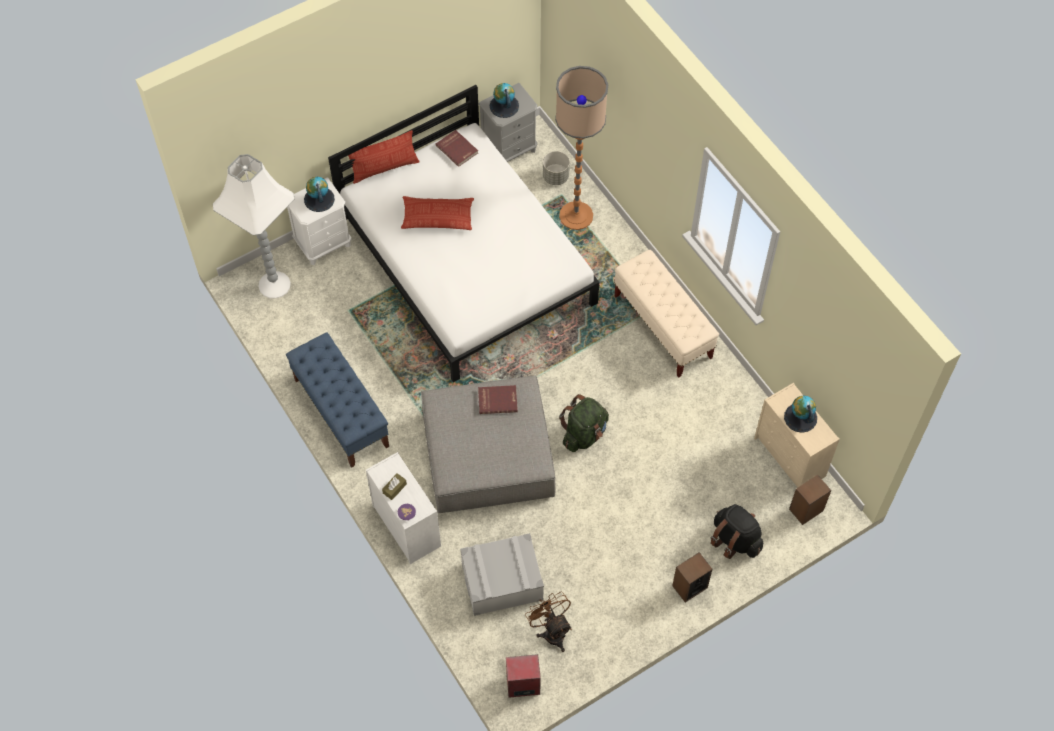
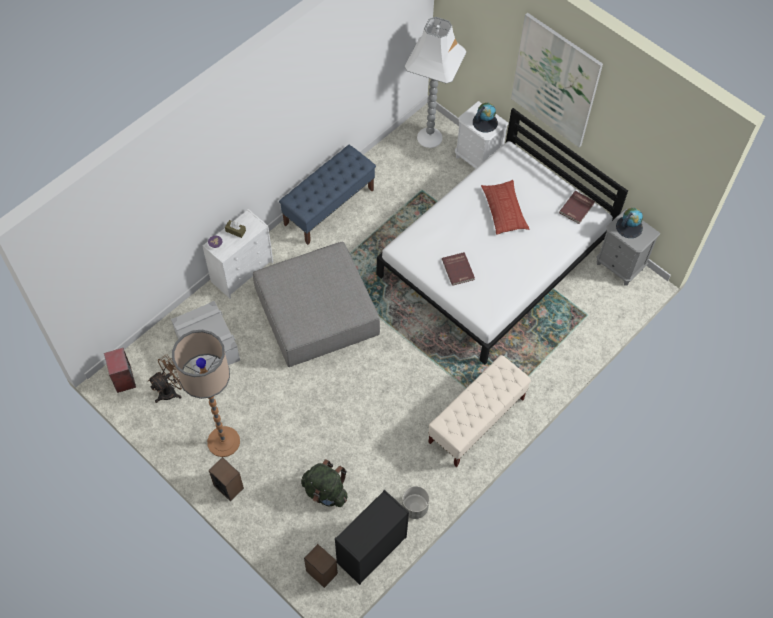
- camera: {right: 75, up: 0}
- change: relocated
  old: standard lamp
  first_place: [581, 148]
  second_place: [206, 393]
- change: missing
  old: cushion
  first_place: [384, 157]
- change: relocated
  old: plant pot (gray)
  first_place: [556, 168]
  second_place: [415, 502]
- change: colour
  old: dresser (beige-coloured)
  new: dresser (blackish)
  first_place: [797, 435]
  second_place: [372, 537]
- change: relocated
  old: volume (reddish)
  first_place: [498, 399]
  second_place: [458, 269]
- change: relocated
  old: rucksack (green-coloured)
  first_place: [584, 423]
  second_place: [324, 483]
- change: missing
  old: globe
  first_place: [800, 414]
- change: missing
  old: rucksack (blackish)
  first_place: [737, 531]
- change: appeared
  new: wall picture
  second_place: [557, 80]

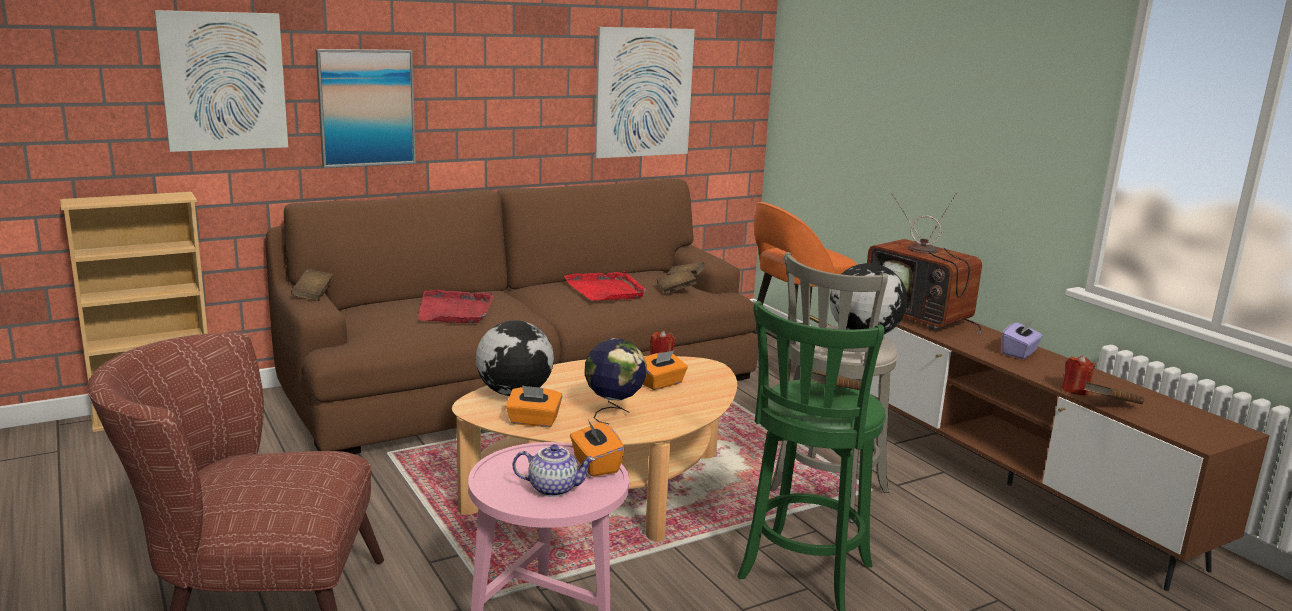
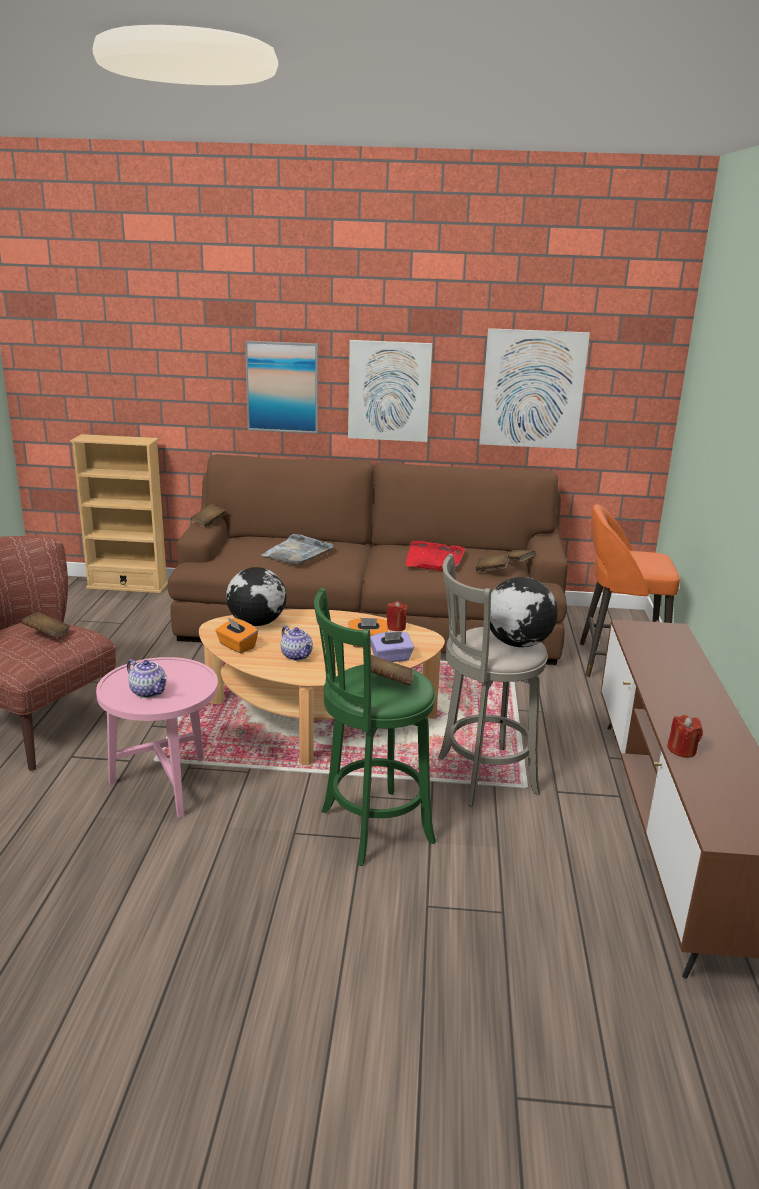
- camera: {right: 35, up: 5}
- change: relocated
  old: wall picture
  first_place: [221, 81]
  second_place: [390, 391]
- change: missing
  old: TV
  first_place: [924, 263]
- change: colour
  old: carrying tray (reddish)
  new: carrying tray (gray)
  first_place: [456, 306]
  second_place: [297, 549]
- change: relocated
  old: box of tissues (purple-coloured)
  first_place: [1022, 339]
  second_place: [392, 646]
- change: exchanged
  old: globe
  new: tea pot
  first_place: [615, 381]
  second_place: [297, 643]
- change: relocated
  old: volume (brown)
  first_place: [1113, 392]
  second_place: [46, 625]
- change: missing
  old: box of tissues (orange-coloured)
  first_place: [597, 448]

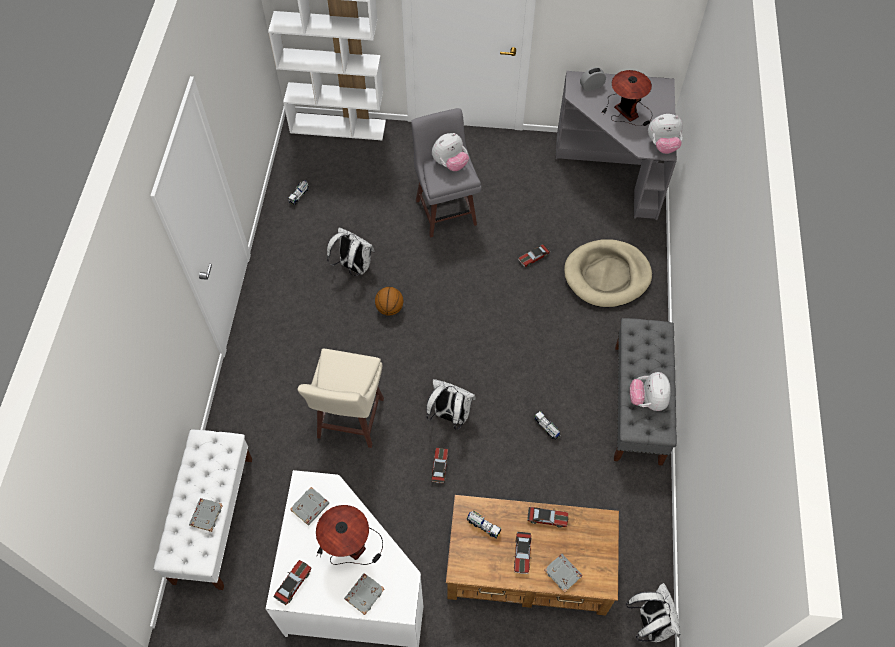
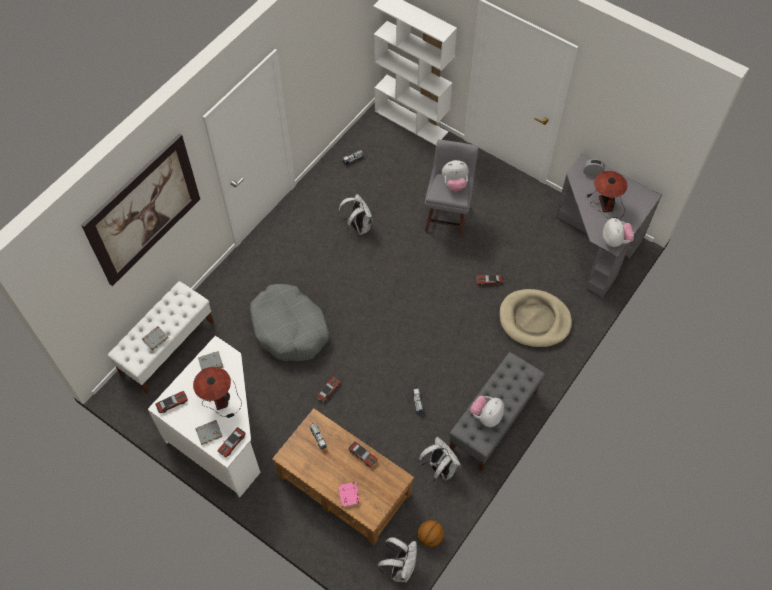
- camera: {right: 30, up: 0}
- change: spun
  old: soft toy
  first_place: [665, 134]
  second_place: [618, 232]
  degrees: -120
- change: relocated
  old: basketball
  first_place: [389, 301]
  second_place: [431, 533]
- change: exchanged
  old: sitting stool (beige-coloured)
  new: dog cushion (gray)
  first_place: [341, 398]
  second_place: [290, 322]
- change: relocated
  old: rucksack (white-coloured)
  first_place: [451, 404]
  second_place: [439, 460]
- change: relocated
  old: miniature car
  first_place: [522, 553]
  second_place: [231, 442]
- change: colour
  old: volume (gray)
  new: volume (pinkish)
  first_place: [563, 573]
  second_place: [349, 495]
- change: appeared
  new: wall picture
  second_place: [140, 209]

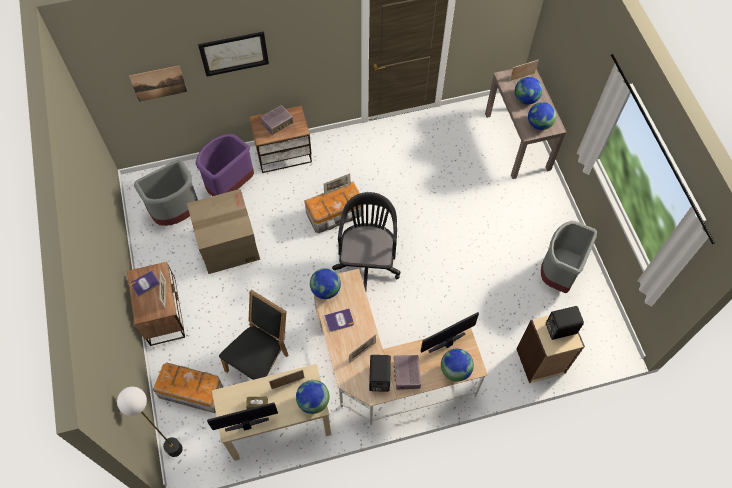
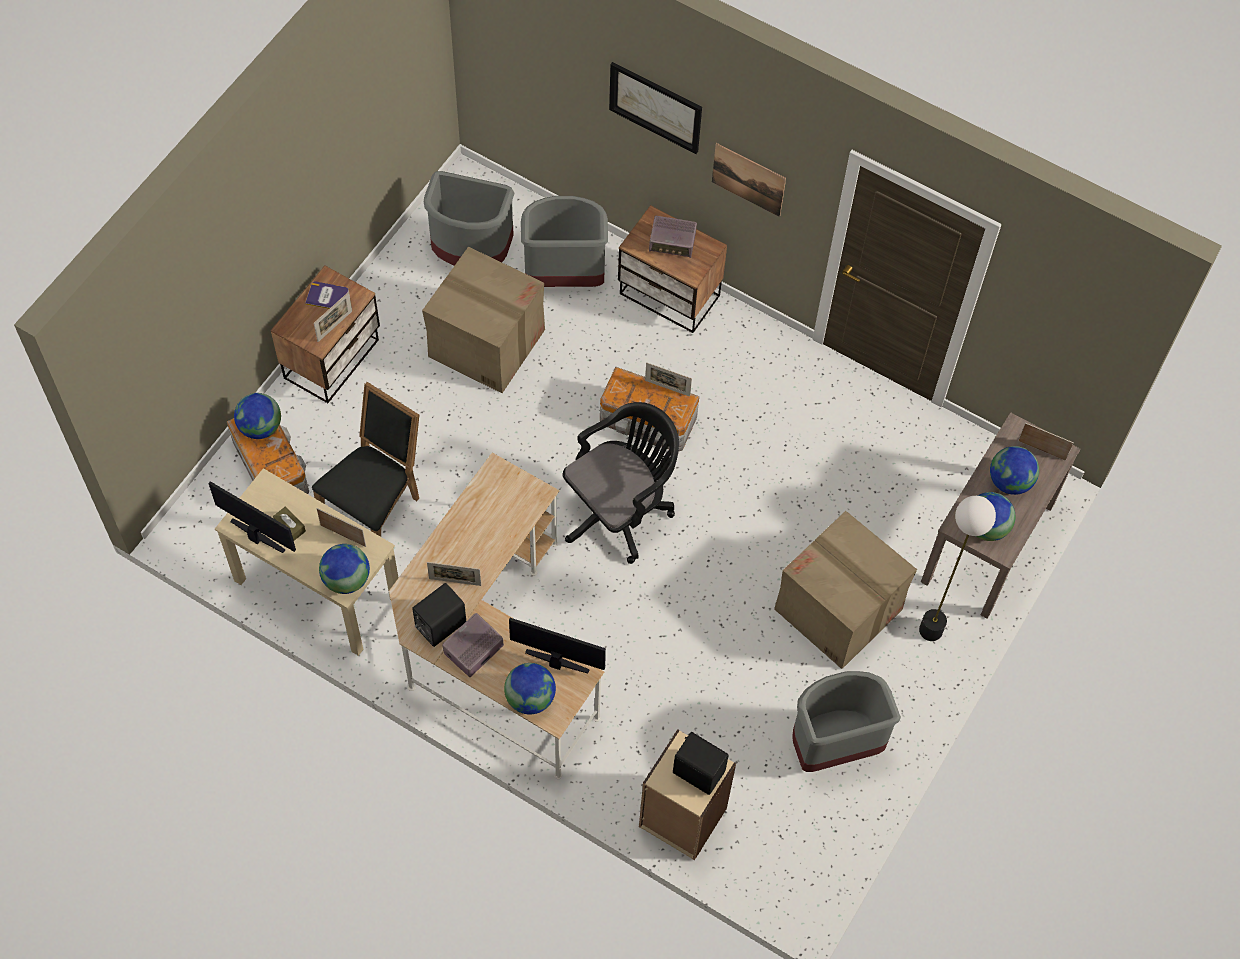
- camera: {right: 45, up: 0}
- change: relocated
  old: wall picture
  first_place: [158, 84]
  second_place: [749, 180]
- change: colour
  old: waste bin (purple-coloured)
  new: waste bin (gray)
  first_place: [225, 165]
  second_place: [564, 241]
- change: relocated
  old: globe
  first_place: [325, 283]
  second_place: [257, 416]
- change: spun
  old: plain chair (blackish)
  first_place: [253, 335]
  second_place: [365, 459]
  degrees: -45
- change: missing
  old: volume
  first_place: [339, 320]
- change: relocated
  old: standard lamp
  first_place: [150, 422]
  second_place: [957, 568]
- change: appeared
  new: cardboard box
  second_place: [845, 590]

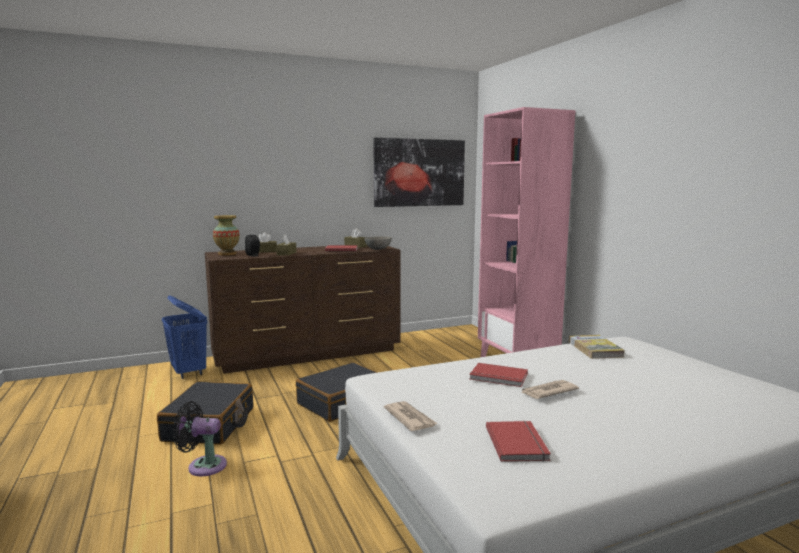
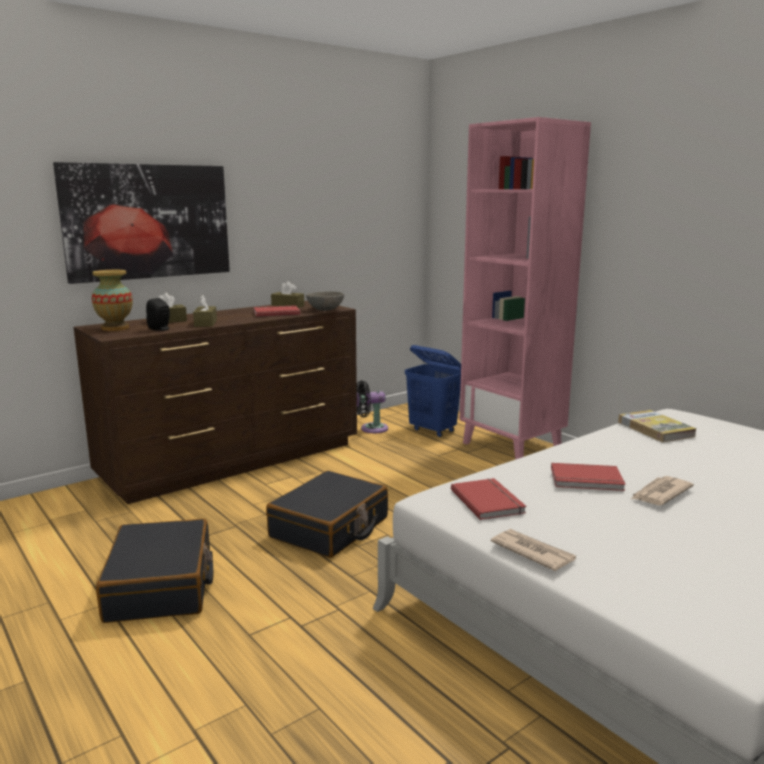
- camera: {right: -15, up: 5}
- change: relocated
  old: wall picture
  first_place: [419, 172]
  second_place: [141, 223]
- change: relocated
  old: hamper (bluish)
  first_place: [184, 337]
  second_place: [433, 391]
- change: relocated
  old: electric fan (blackish)
  first_place: [200, 438]
  second_place: [372, 407]
- change: relocated
  old: volume (reddish)
  first_place: [518, 441]
  second_place: [488, 499]

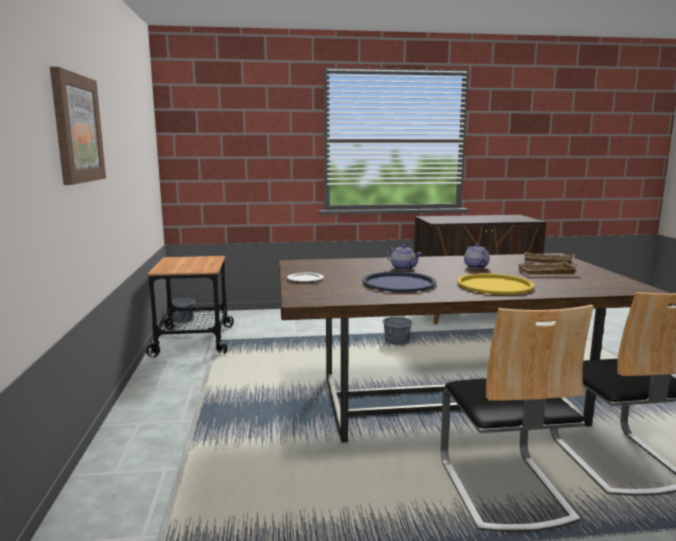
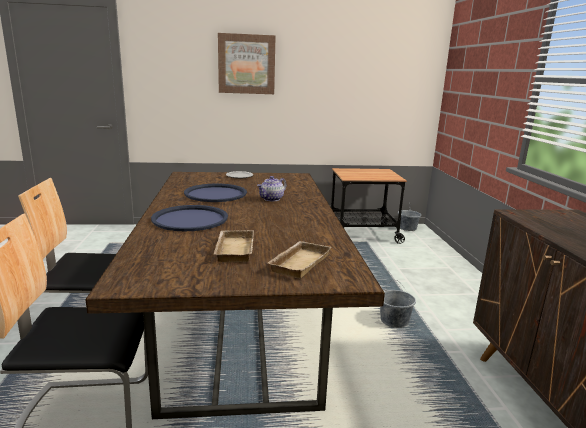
- camera: {right: 90, up: 5}
- change: missing
  old: tea pot
  first_place: [477, 256]
- change: colour
  old: carrying tray (yellow)
  new: carrying tray (bluish)
  first_place: [496, 284]
  second_place: [189, 218]

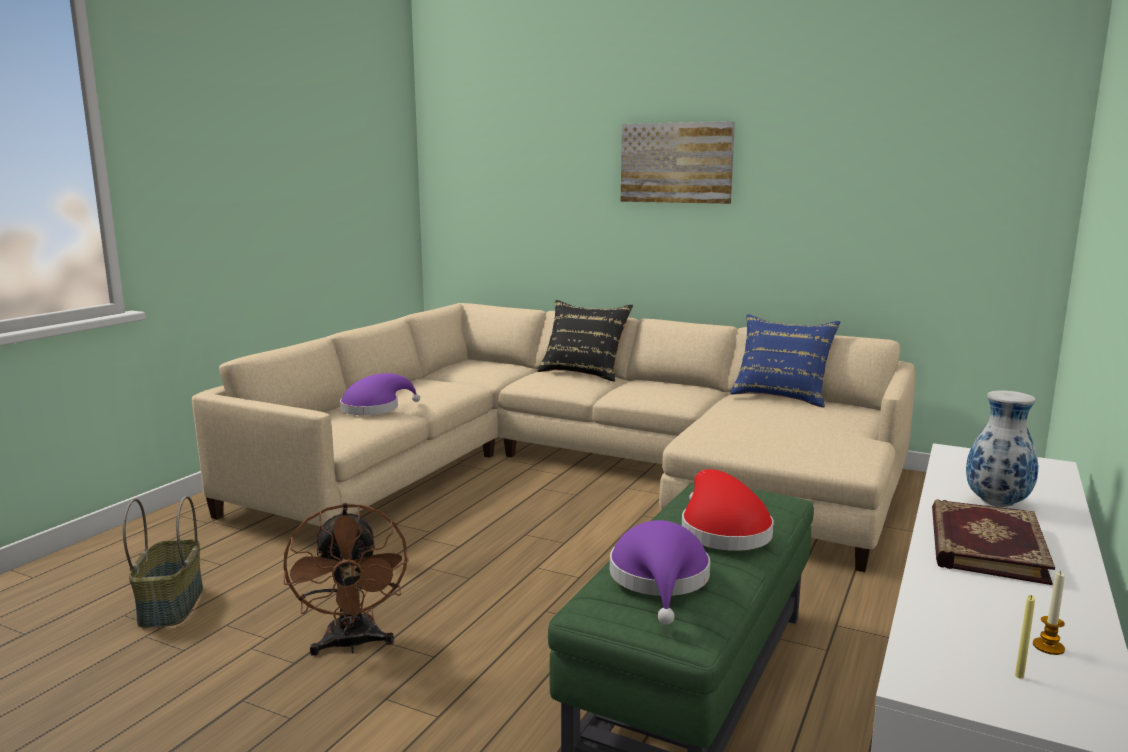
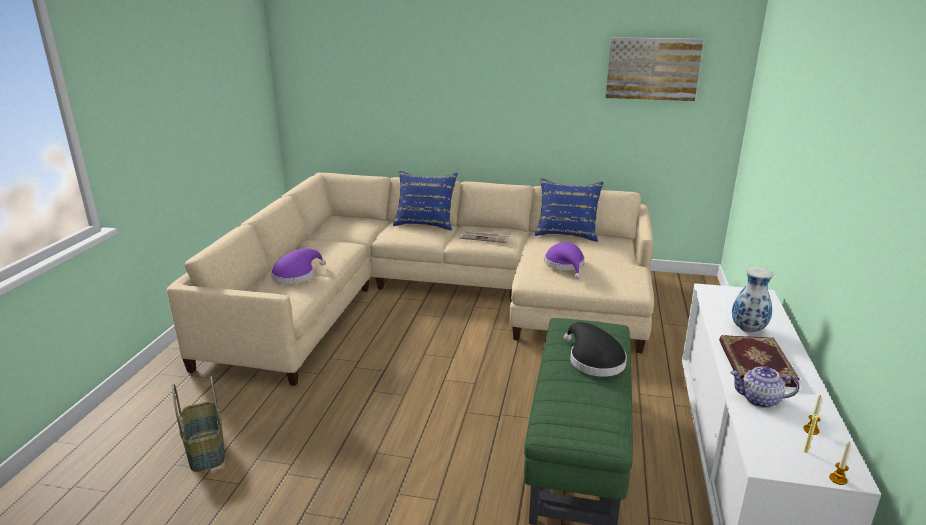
- camera: {right: -15, up: 10}
- change: relocated
  old: wall picture
  first_place: [678, 162]
  second_place: [655, 69]
- change: colour
  old: cushion (blackish)
  new: cushion (bluish)
  first_place: [585, 341]
  second_place: [425, 200]
- change: colour
  old: wearable hat (reddish)
  new: wearable hat (blackish)
  first_place: [728, 510]
  second_place: [595, 349]
- change: missing
  old: electric fan (brown)
  first_place: [346, 579]
- change: relocated
  old: wearable hat (purple-coloured)
  first_place: [660, 572]
  second_place: [564, 260]
- change: appeared
  new: daily paper
  second_place: [485, 237]
- change: appeared
  new: tea pot
  second_place: [765, 387]
- change: appeared
  new: candle
  second_place: [840, 463]

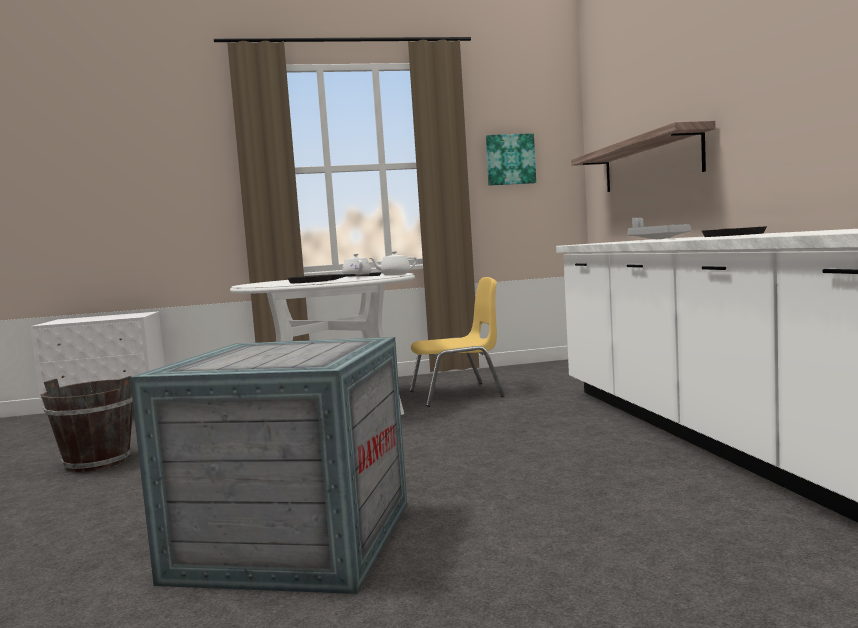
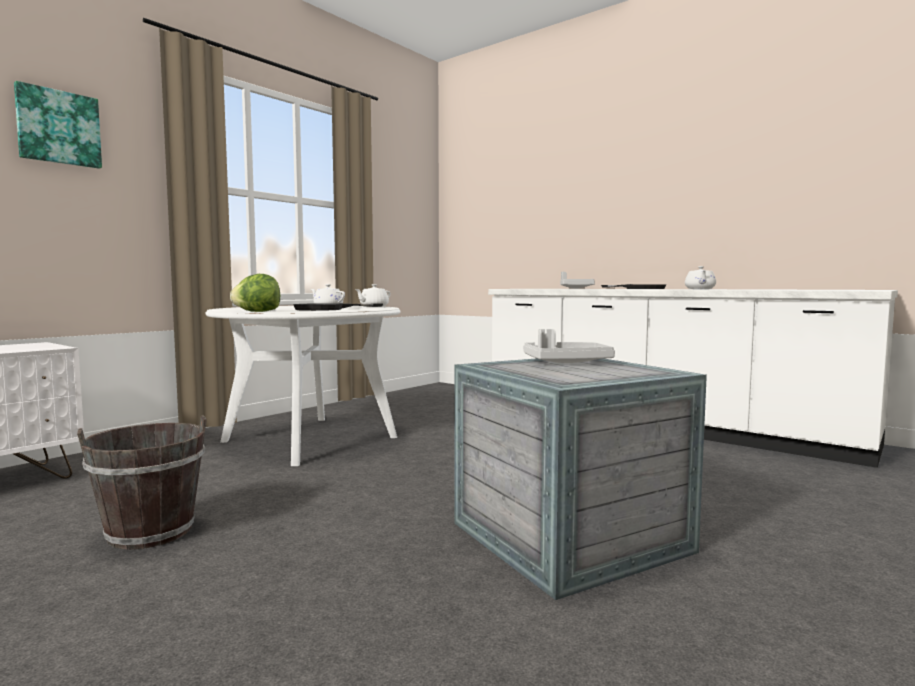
- camera: {right: -40, up: 0}
- change: missing
  old: bracket shelf
  first_place: [643, 156]
- change: relocated
  old: wall picture
  first_place: [511, 159]
  second_place: [58, 125]
- change: missing
  old: plain chair (yellow)
  first_place: [457, 342]
- change: appeared
  new: tea pot (white-coloured)
  second_place: [700, 277]
- change: appeared
  new: head of lettuce
  second_place: [255, 293]
- change: appeared
  new: carrying tray (gray)
  second_place: [569, 346]

